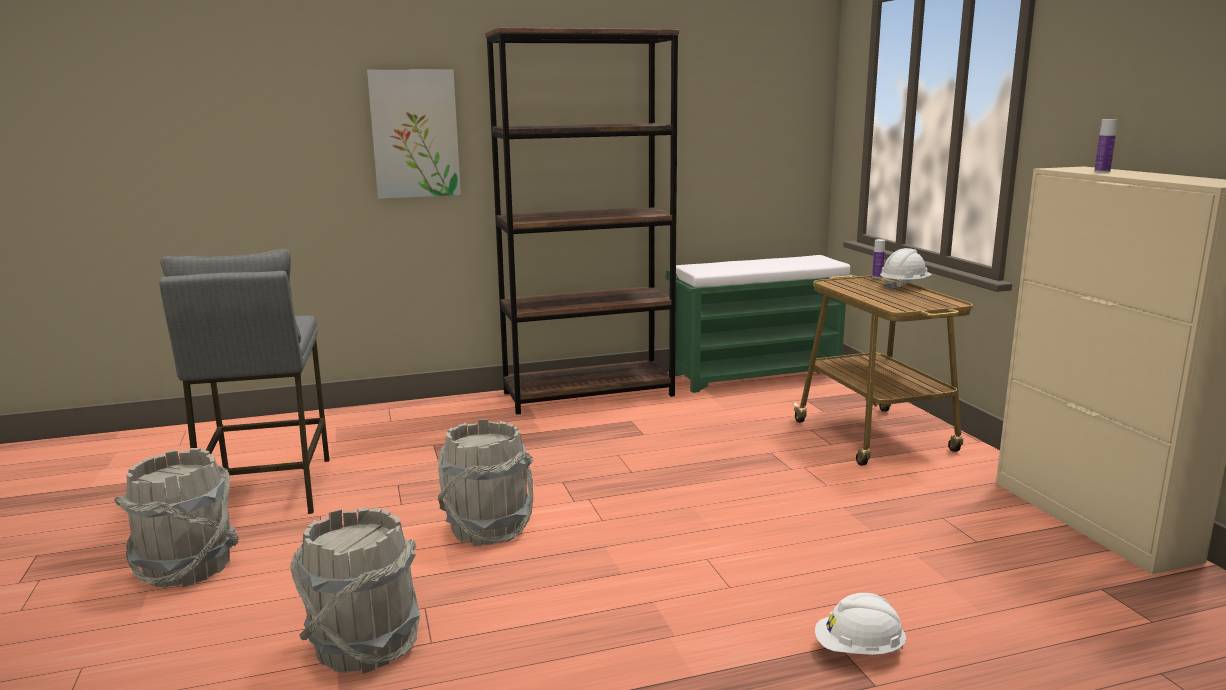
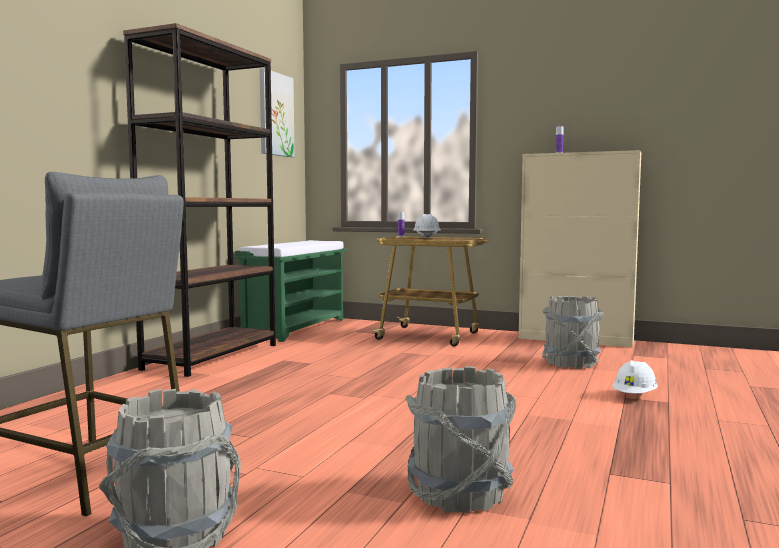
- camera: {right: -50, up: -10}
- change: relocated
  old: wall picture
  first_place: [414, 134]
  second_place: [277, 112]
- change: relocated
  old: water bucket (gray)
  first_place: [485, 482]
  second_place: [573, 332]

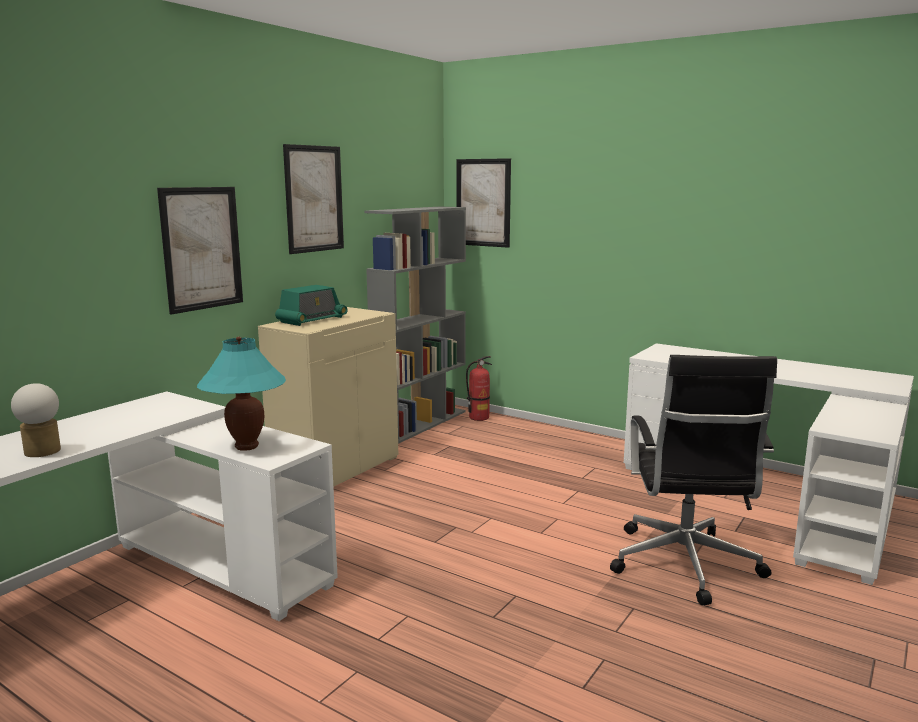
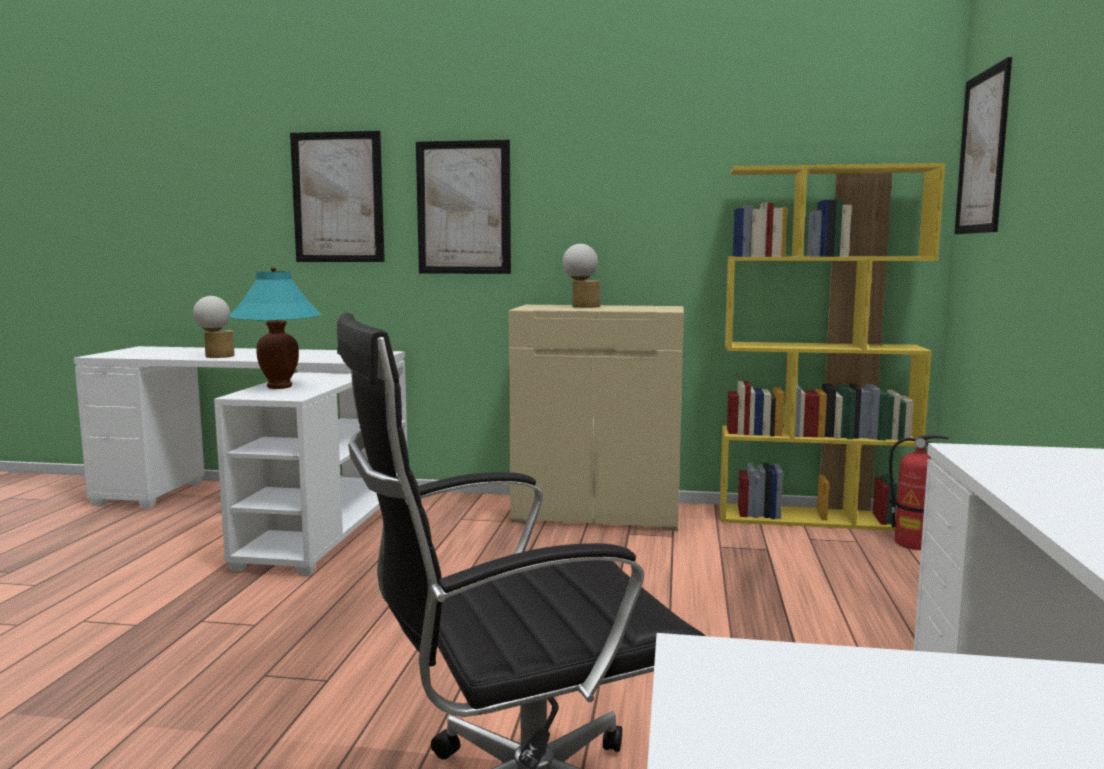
- camera: {right: 65, up: -5}
- change: relocated
  old: wall picture
  first_place: [313, 199]
  second_place: [337, 196]
- change: colour
  old: bookshelf (gray)
  new: bookshelf (yellow)
  first_place: [415, 325]
  second_place: [832, 347]
- change: exchanged
  old: radio
  new: table lamp
  first_place: [311, 305]
  second_place: [581, 276]

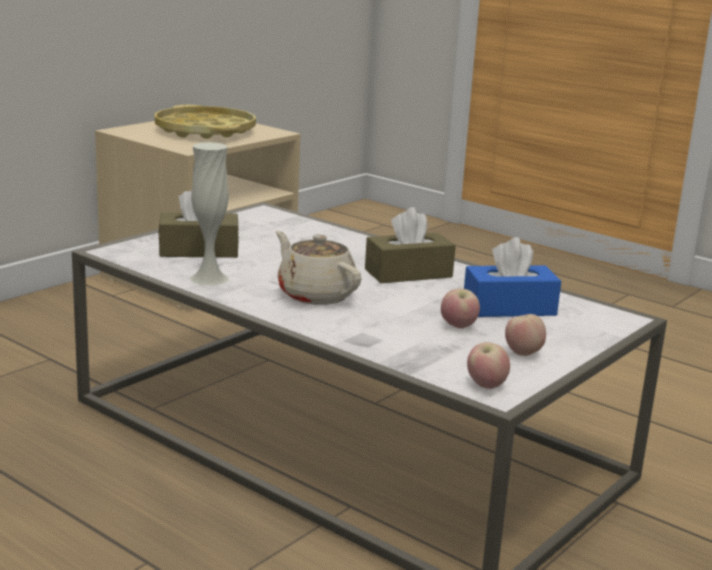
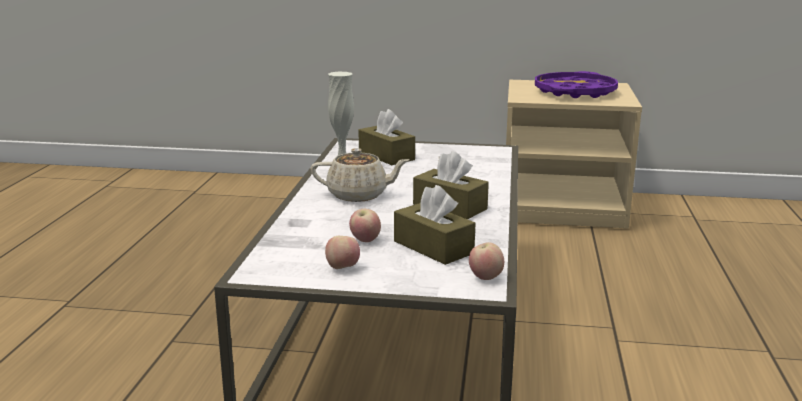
- camera: {right: 60, up: 0}
- change: colour
  old: carrying tray (yellow)
  new: carrying tray (purple-coloured)
  first_place: [205, 122]
  second_place: [576, 84]
- change: spun
  old: tea pot (beige-coloured)
  first_place: [319, 268]
  second_place: [359, 175]
  degrees: 75
- change: colour
  old: box of tissues (bluish)
  new: box of tissues (brown)
  first_place: [512, 277]
  second_place: [434, 225]
- change: relocated
  old: whole apple
  first_place: [488, 365]
  second_place: [486, 261]

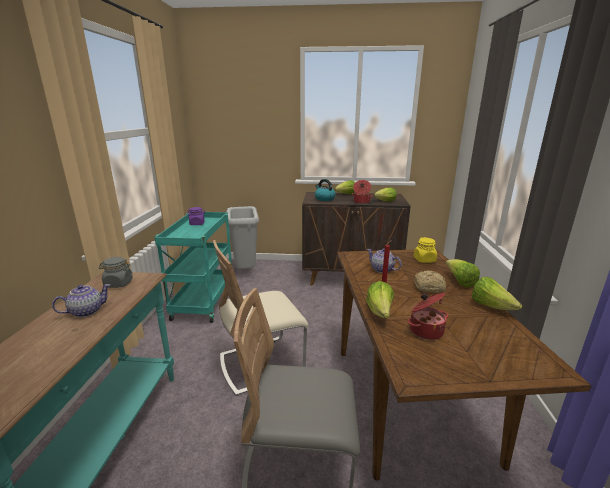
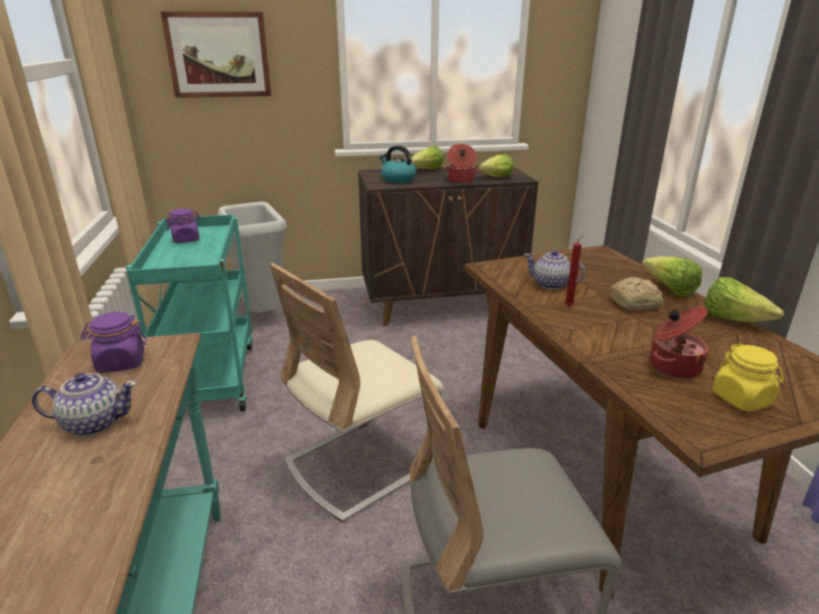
- camera: {right: -15, up: 5}
- change: relocated
  old: jar (yellow)
  first_place: [425, 250]
  second_place: [748, 377]
- change: colour
  old: jar (gray)
  new: jar (purple-coloured)
  first_place: [116, 272]
  second_place: [114, 342]
- change: missing
  old: head of lettuce
  first_place: [380, 299]
- change: spun
  old: tea pot
  first_place: [81, 300]
  second_place: [84, 404]
  degrees: 45
- change: appeared
  new: wall picture
  second_place: [215, 54]

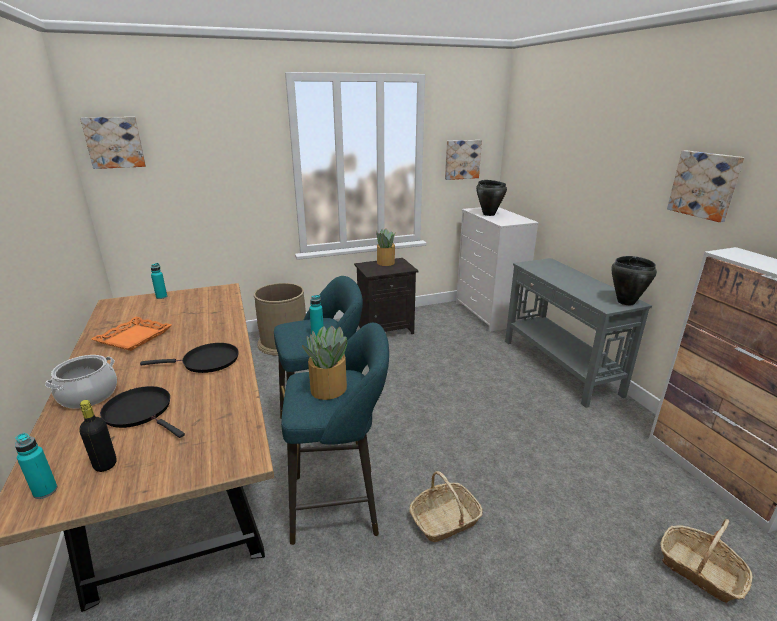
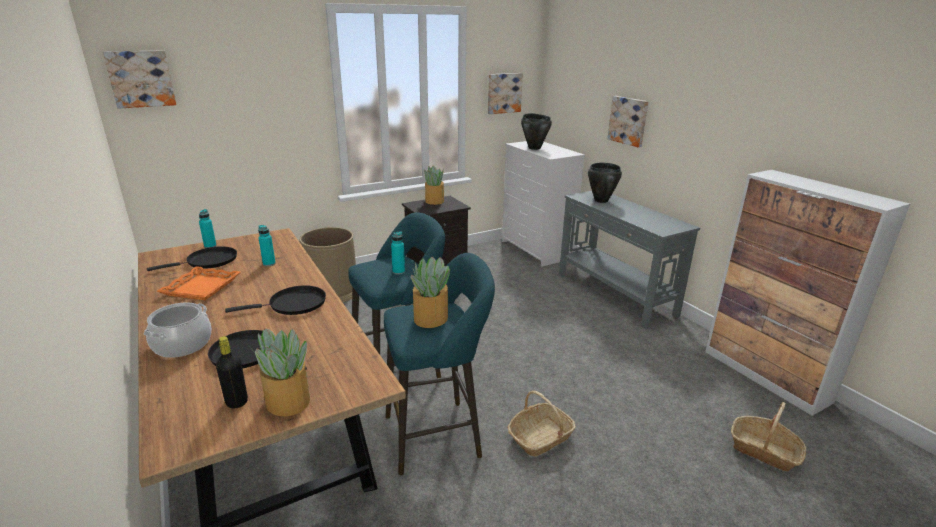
- camera: {right: -10, up: 0}
- change: relocated
  old: wall picture
  first_place: [705, 186]
  second_place: [627, 121]
- change: relocated
  old: stockpot (blackish)
  first_place: [634, 280]
  second_place: [605, 182]
- change: relocated
  old: bottle (turquoise-coloured)
  first_place: [36, 466]
  second_place: [267, 245]
- change: appeared
  new: pan (blackish)
  second_place: [192, 258]
- change: appeared
  new: potted plant
  second_place: [279, 372]

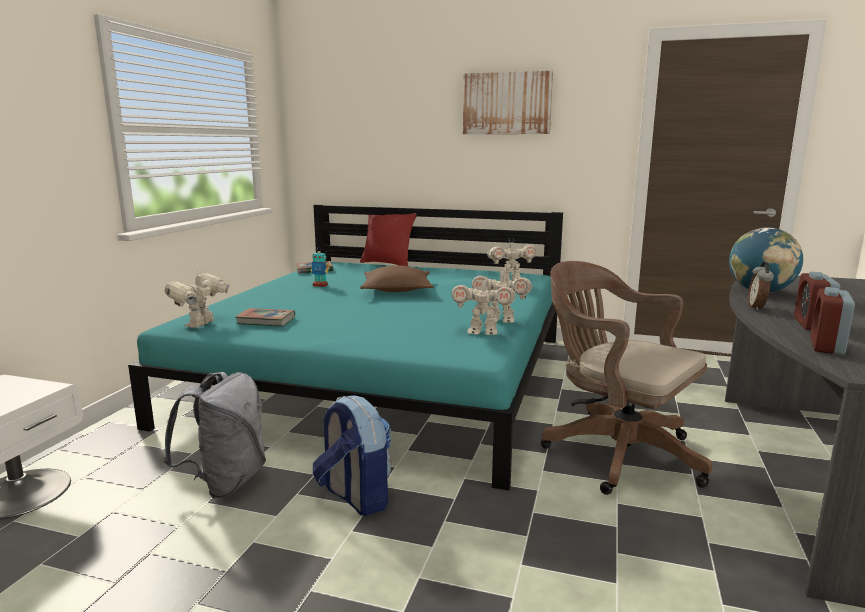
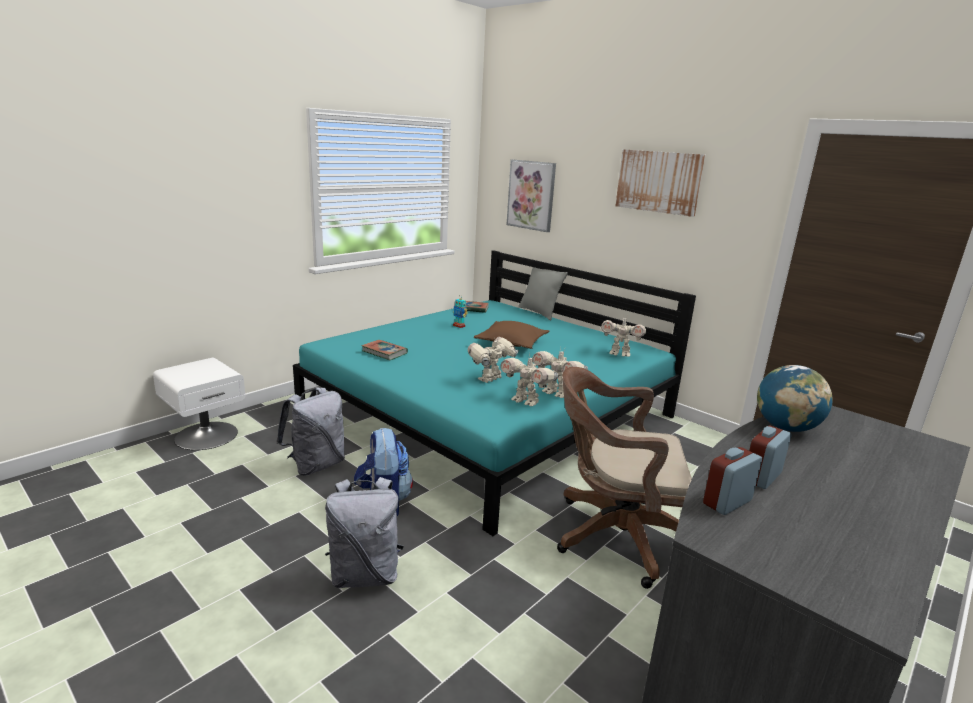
- camera: {right: 25, up: 5}
- change: colour
  old: cushion (reddish)
  new: cushion (gray)
  first_place: [388, 239]
  second_place: [543, 293]
- change: spun
  old: desk chair (brown)
  first_place: [626, 378]
  second_place: [624, 478]
  degrees: -60
- change: missing
  old: alarm clock
  first_place: [761, 286]
- change: relocated
  old: robot figure
  first_place: [197, 299]
  second_place: [493, 359]
- change: appeared
  new: wall picture
  second_place: [531, 195]
- change: appeared
  new: rucksack (gray)
  second_place: [364, 532]

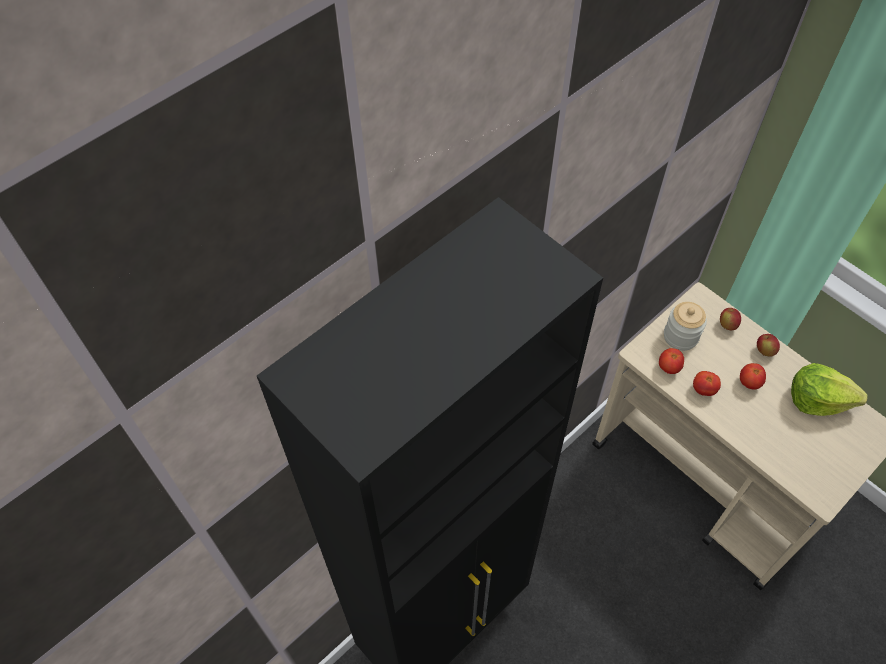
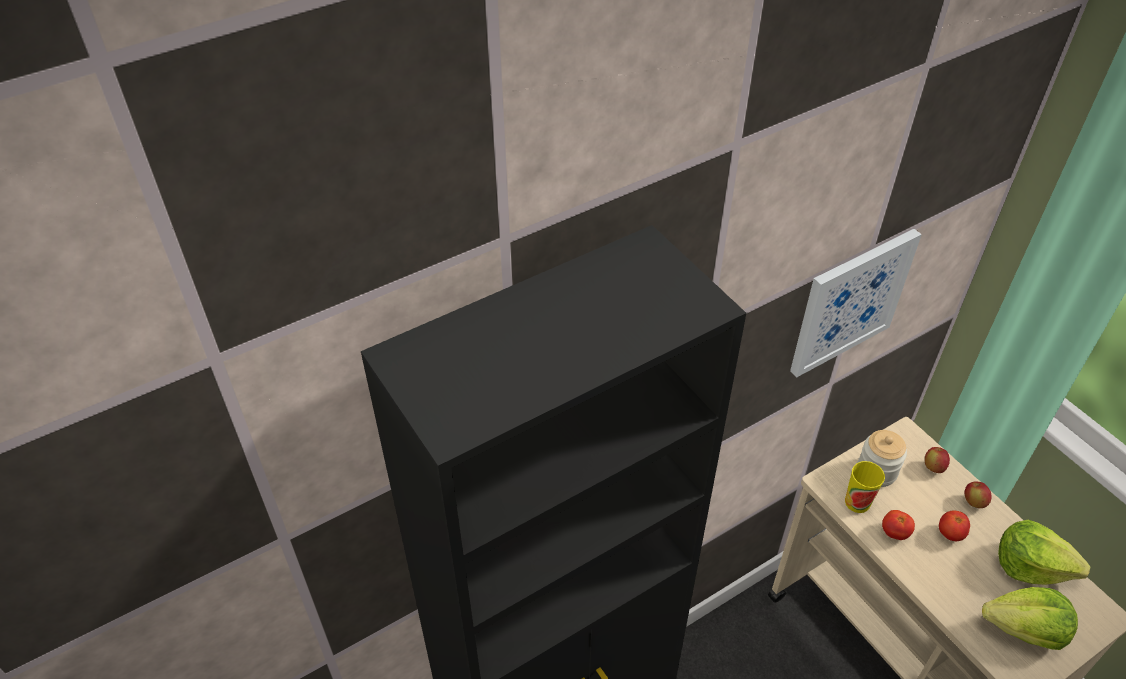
- camera: {right: 10, up: -10}
- change: exchanged
  old: whole tomato
  new: drinking cup
  first_place: [671, 361]
  second_place: [865, 487]
- change: appeared
  new: wall picture
  second_place: [856, 303]
- change: appeared
  new: head of lettuce
  second_place: [1030, 618]

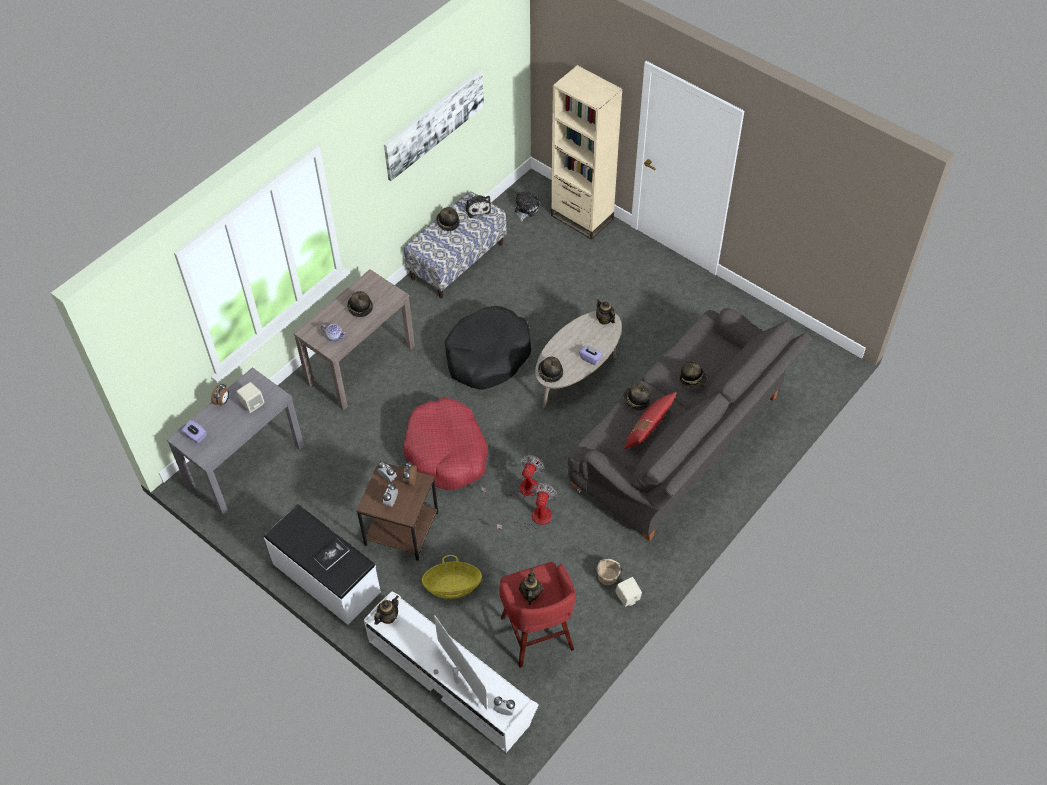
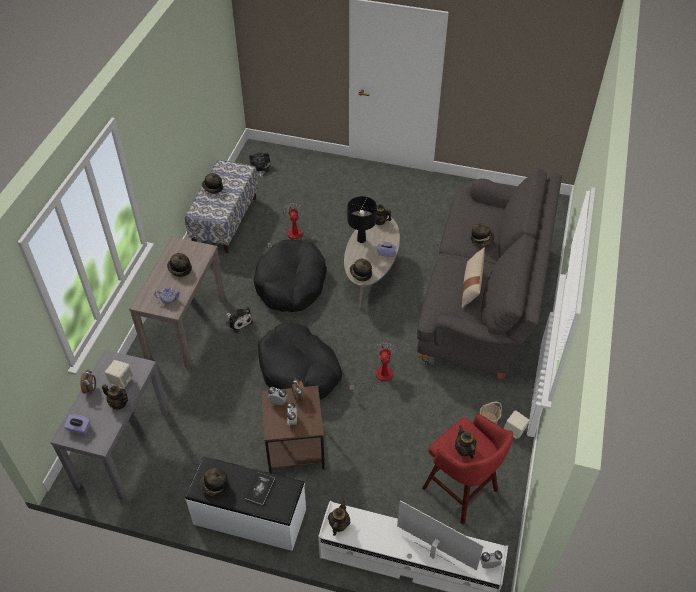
- camera: {right: -25, up: -5}
- change: missing
  old: bookshelf (beige-coloured)
  first_place: [587, 152]
- change: missing
  old: wall picture
  first_place: [434, 125]
- change: relocated
  old: soft toy
  first_place: [478, 206]
  second_place: [239, 320]
- change: relocated
  old: wearable hat
  first_place: [636, 397]
  second_place: [214, 482]
- change: colour
  old: cushion (reddish)
  new: cushion (beige-coloured)
  first_place: [650, 420]
  second_place: [473, 277]
- change: colour
  old: dog cushion (reddish)
  new: dog cushion (blackish)
  first_place: [445, 443]
  second_place: [300, 361]
- change: relocated
  old: electric fan
  first_place: [527, 508]
  second_place: [285, 226]
- change: missing
  old: household basket
  first_place: [452, 577]
- change: appeared
  new: table lamp (blackish)
  second_place: [362, 219]
- change: appeared
  new: tea pot
  second_place: [115, 396]

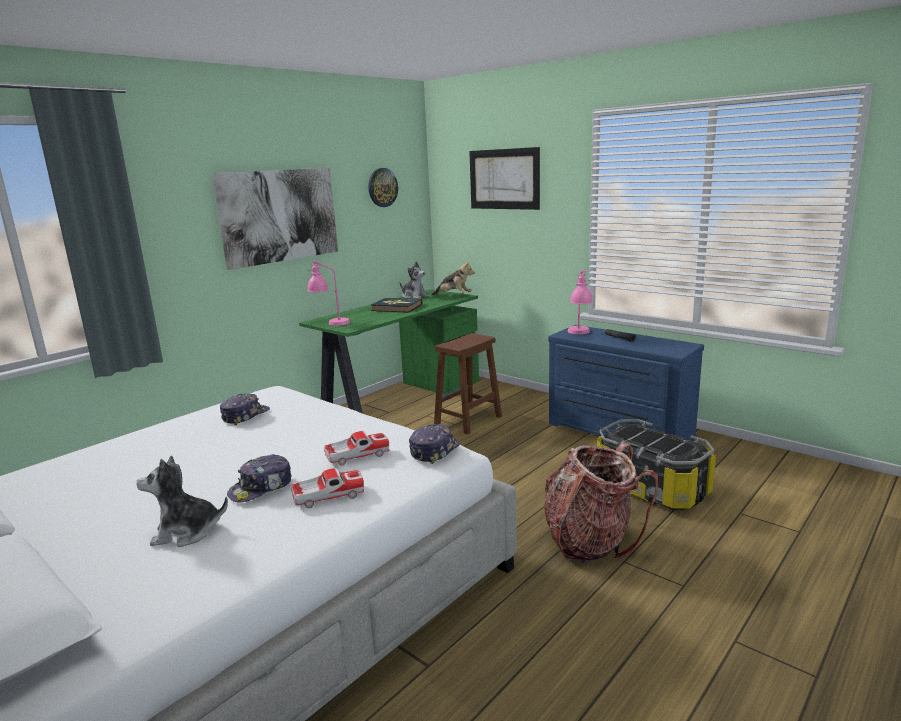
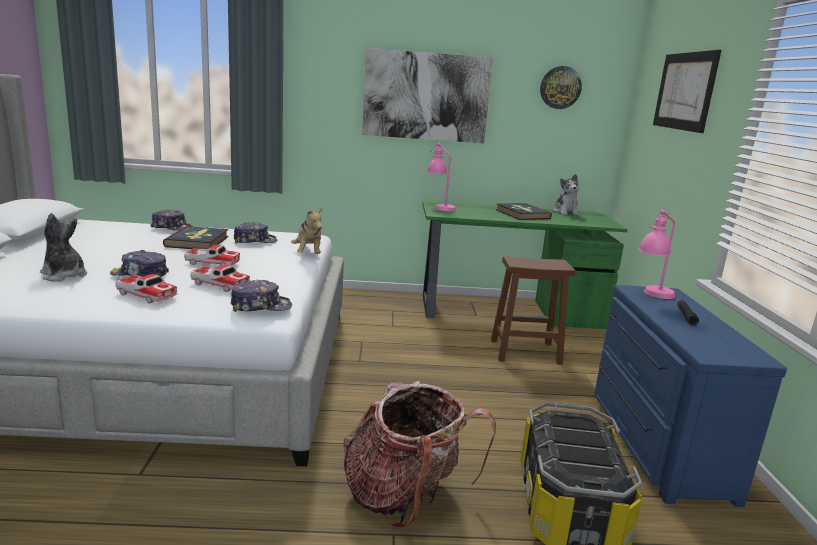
- camera: {right: 45, up: 0}
- change: relocated
  old: soft toy
  first_place: [453, 278]
  second_place: [306, 231]
- change: appeared
  new: cap
  second_place: [171, 220]
- change: appeared
  new: volume
  second_place: [195, 237]
- change: appeared
  new: miniature car
  second_place: [212, 255]

